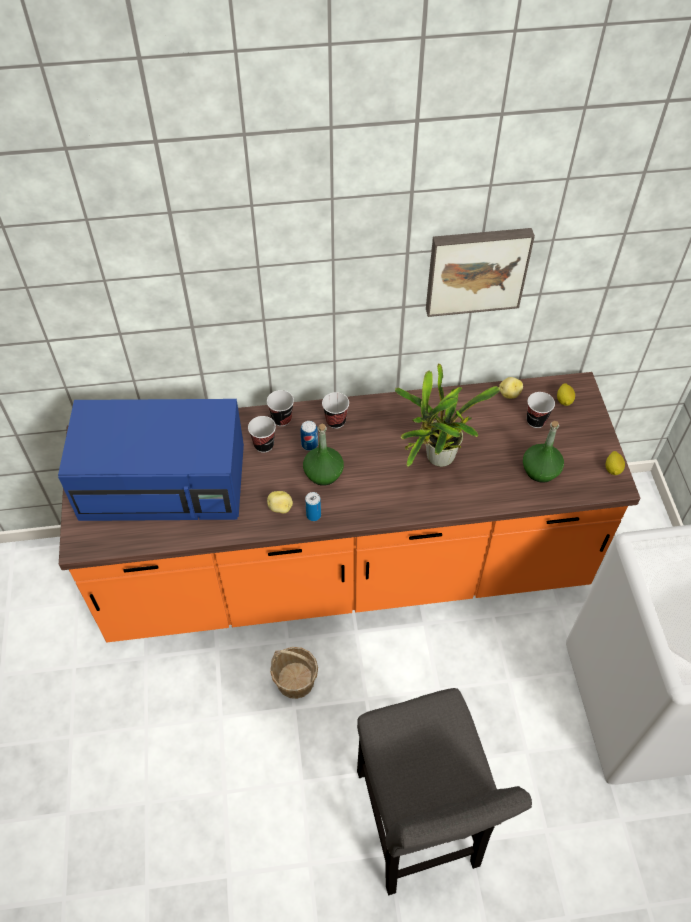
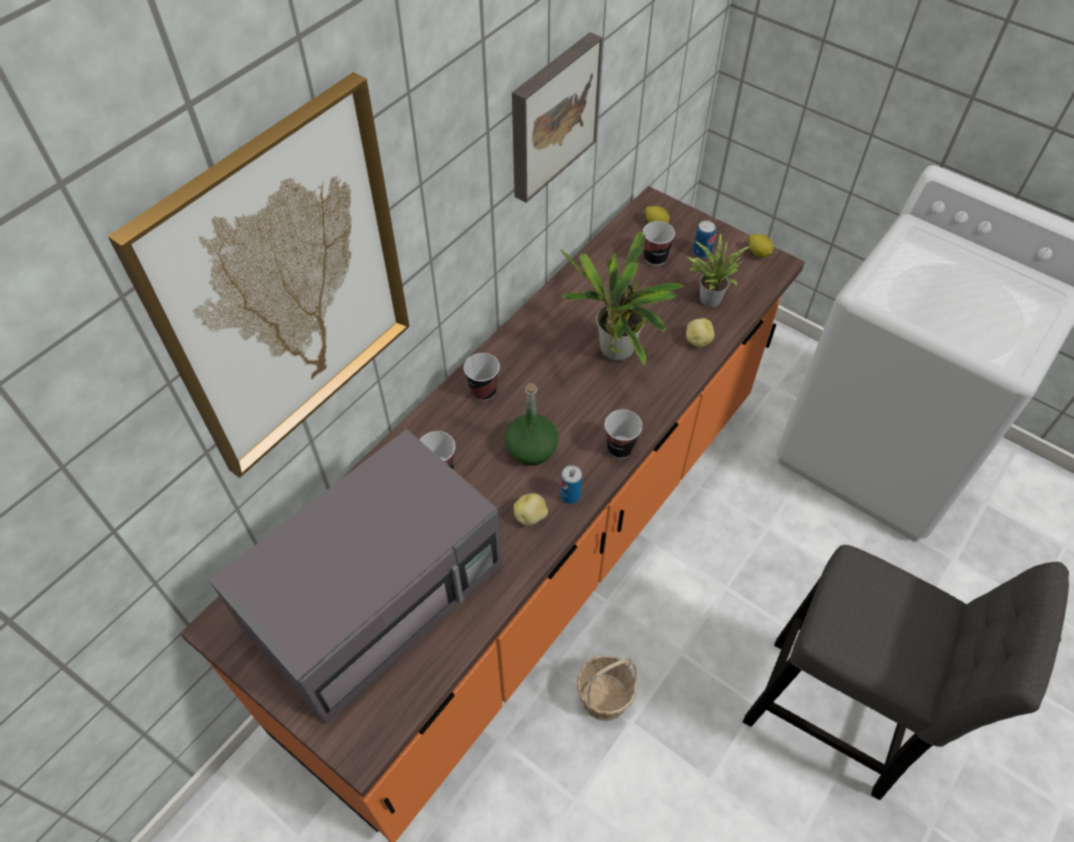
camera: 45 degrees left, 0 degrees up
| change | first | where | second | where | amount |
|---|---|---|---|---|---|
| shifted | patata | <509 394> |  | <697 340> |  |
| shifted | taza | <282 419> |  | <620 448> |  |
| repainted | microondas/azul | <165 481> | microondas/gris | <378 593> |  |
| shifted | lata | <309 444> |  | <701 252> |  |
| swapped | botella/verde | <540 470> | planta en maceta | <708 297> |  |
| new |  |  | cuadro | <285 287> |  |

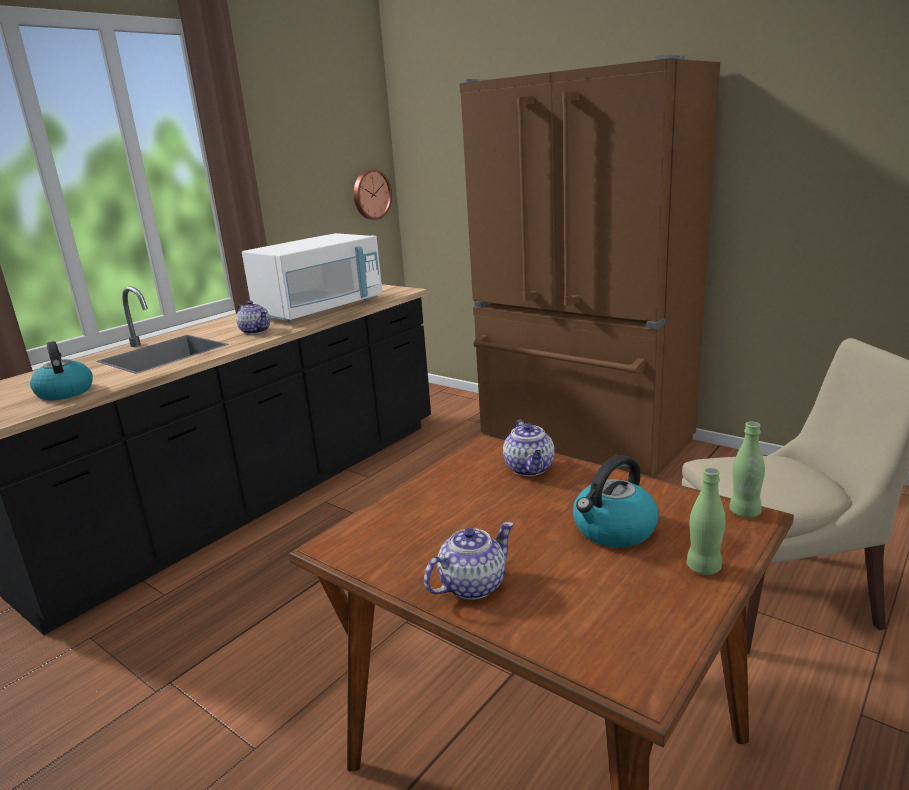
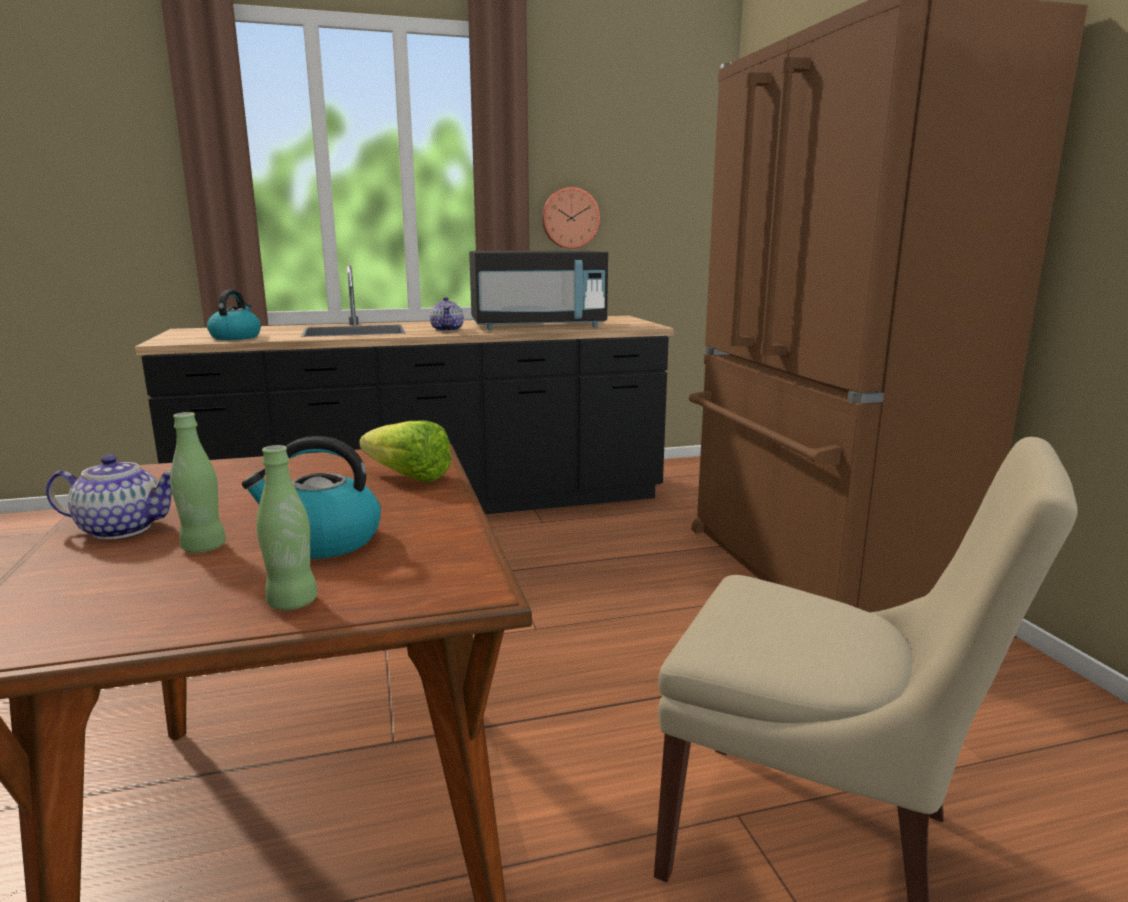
camera: 35 degrees right, 5 degrees down
| change | first | where | second | where | amount |
|---|---|---|---|---|---|
| shifted | reloj de pared | <371 194> |  | <570 218> |  |
| repainted | microondas/blanco | <320 309> | microondas/negro | <538 326> |  |
| swapped | tetera | <530 469> | lechuga | <403 476> |  |
| shifted | botella/verde | <744 512> |  | <203 547> |  |

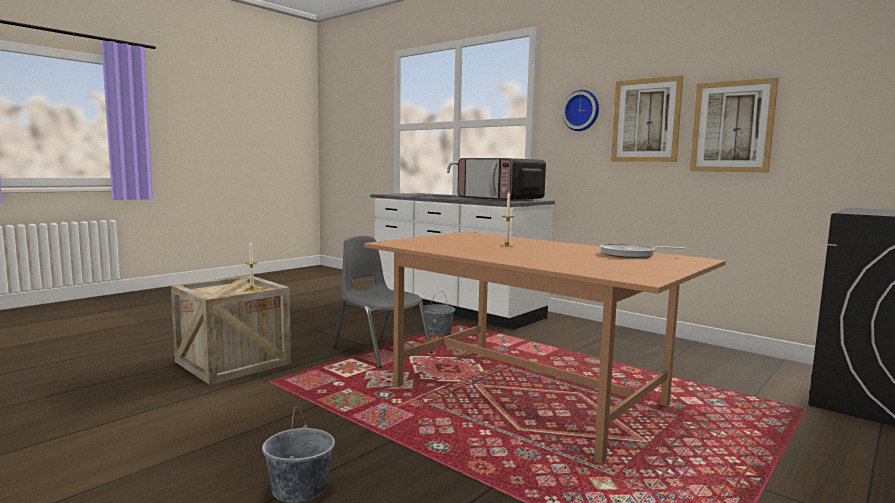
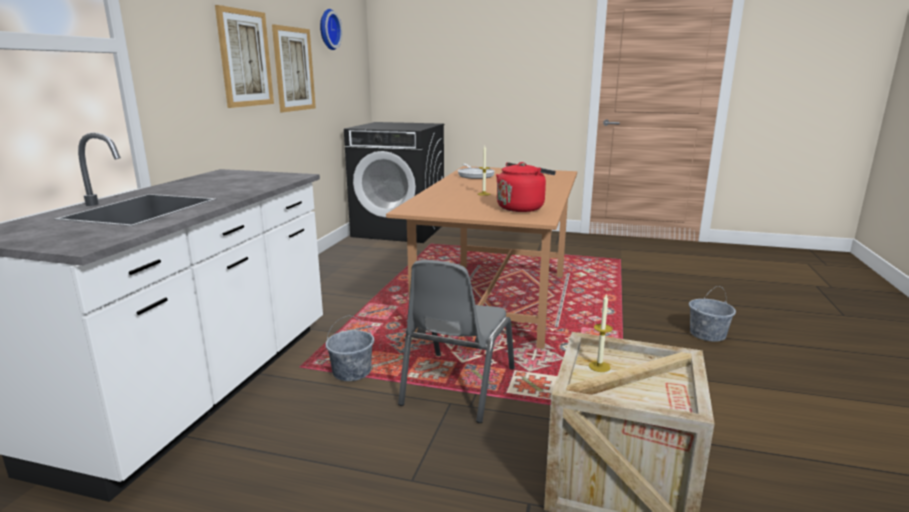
camera: 115 degrees left, 10 degrees up
| change | first | where | second | where | amount |
|---|---|---|---|---|---|
| shifted | reloj de pared | <582 111> |  | <328 29> |  |
| gone | microondas | <501 199> |  |  |  |
| new |  |  | hervidor/rojo | <522 208> |  |

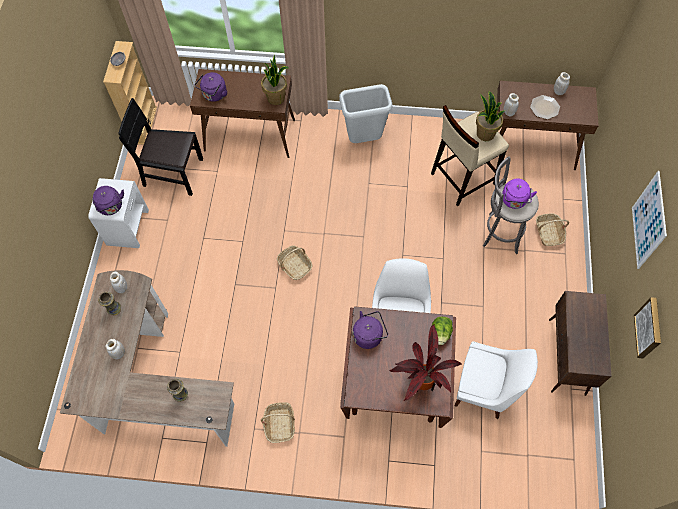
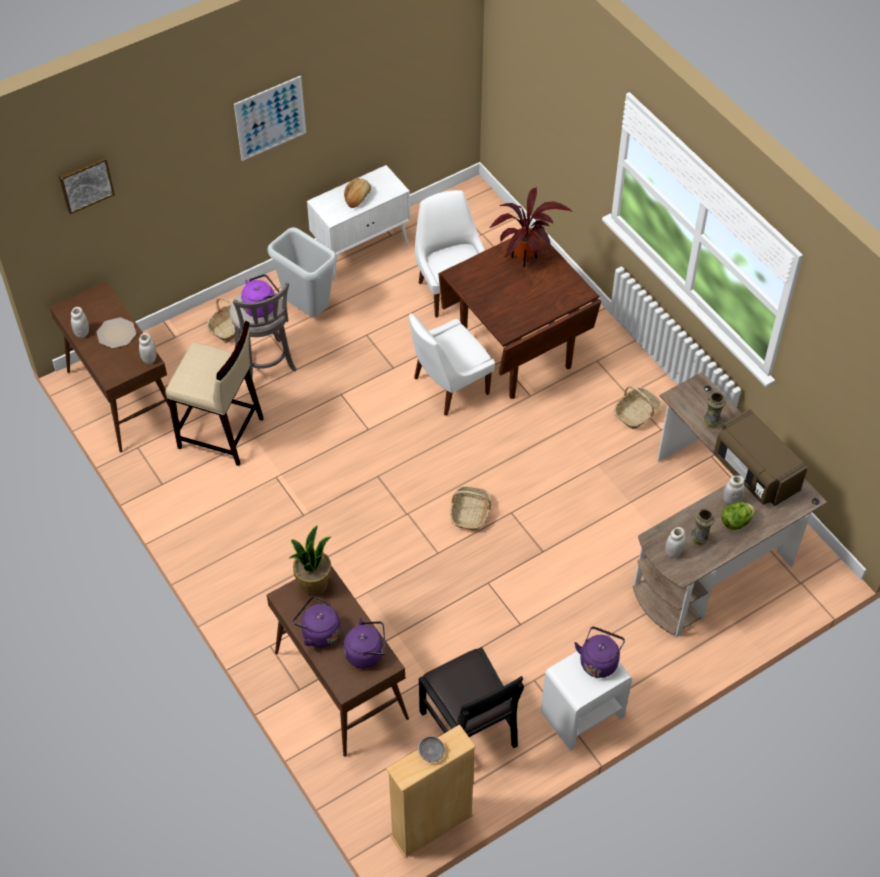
camera: 130 degrees left, 10 degrees down
| change | first | where | second | where | amount |
|---|---|---|---|---|---|
| shifted | papelera/gris | <364 139> |  | <306 310> |  |
| gone | planta en maceta | <485 134> |  |  |  |
| repainted | armario/marrón | <567 357> | armario/blanco | <362 251> |  |
| shifted | cuadro | <649 328> |  | <85 183> |  |
| shifted | hervidor/morado | <369 335> |  | <318 633> |  |
| shifted | lechuga | <440 333> |  | <736 522> |  |
| new |  |  | pan | <358 197> |  |
| new |  |  | microondas/marrón | <754 472> |  |

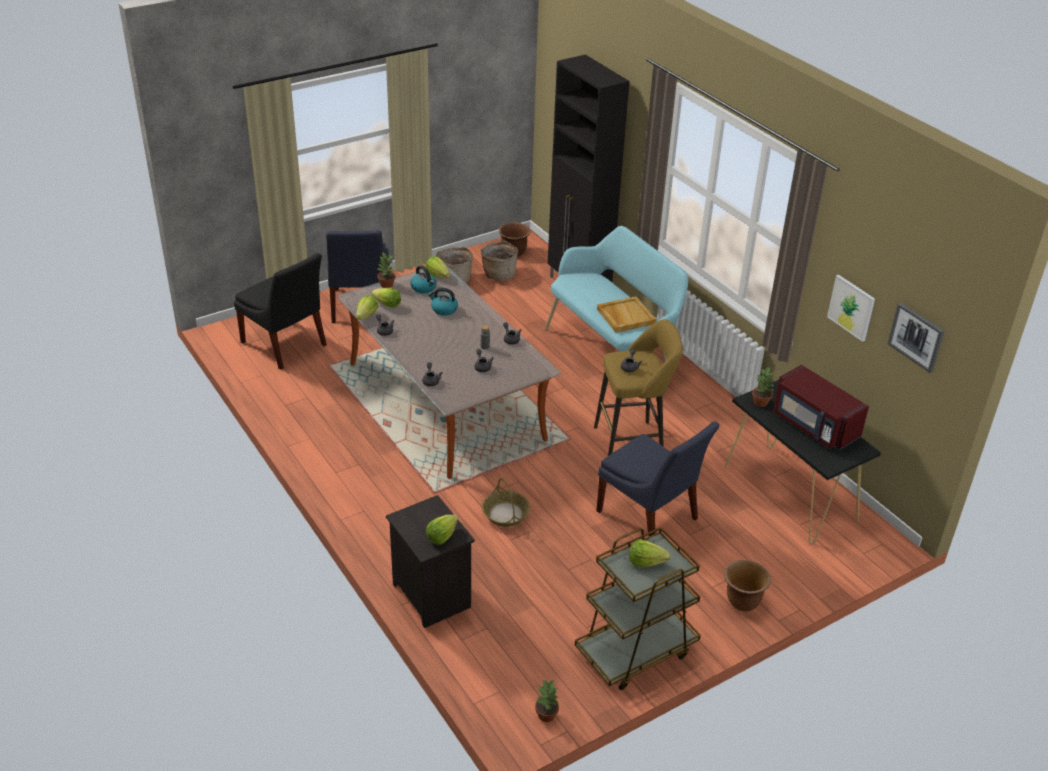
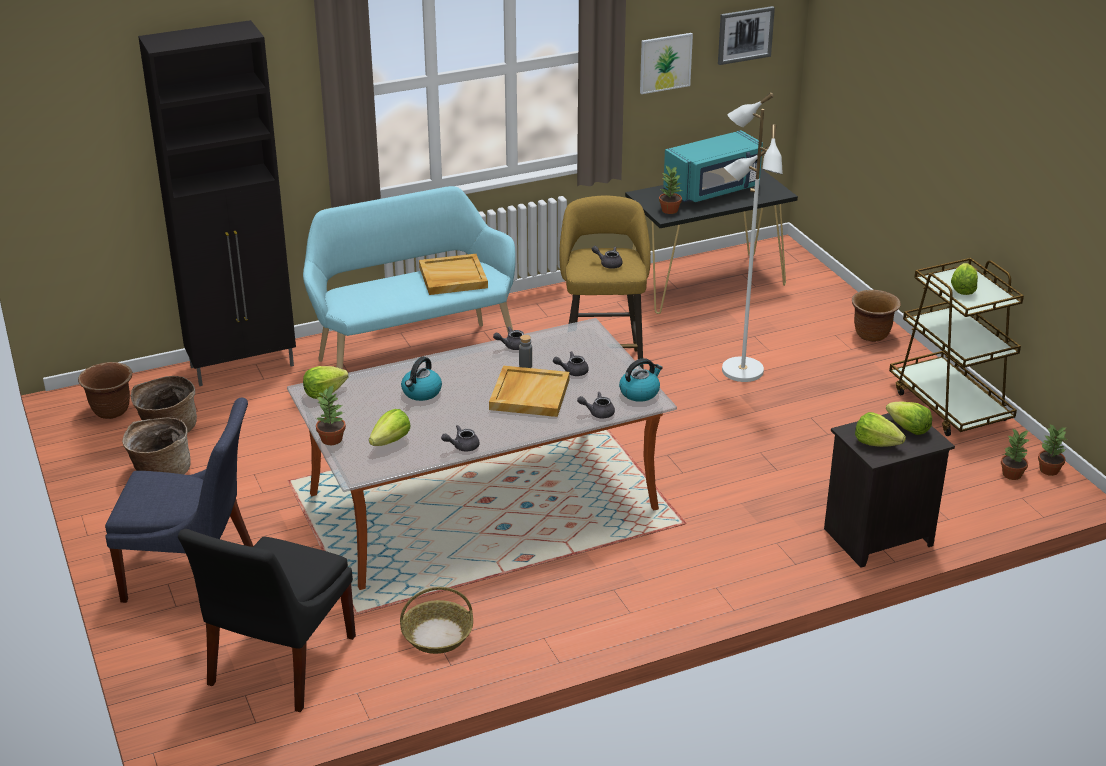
camera: 80 degrees left, 5 degrees down
| change | first | where | second | where | amount |
|---|---|---|---|---|---|
| rotated | silla/negro | <285 345> |  | <278 664> | 150 degrees clockwise |
| shifted | hervidor | <424 288> |  | <640 392> |  |
| shifted | lechuga | <366 316> |  | <876 443> |  |
| repainted | microondas/rojo | <814 426> | microondas/turquesa | <714 190> |  |
| swapped | silla/azul | <650 518> | lámpara de pie/blanco | <741 371> |  |
| shifted | cesta | <505 514> |  | <437 635> |  |
| new |  |  | bandeja/beis | <529 394> |  |
| new |  |  | planta en maceta | <1012 474> |  |

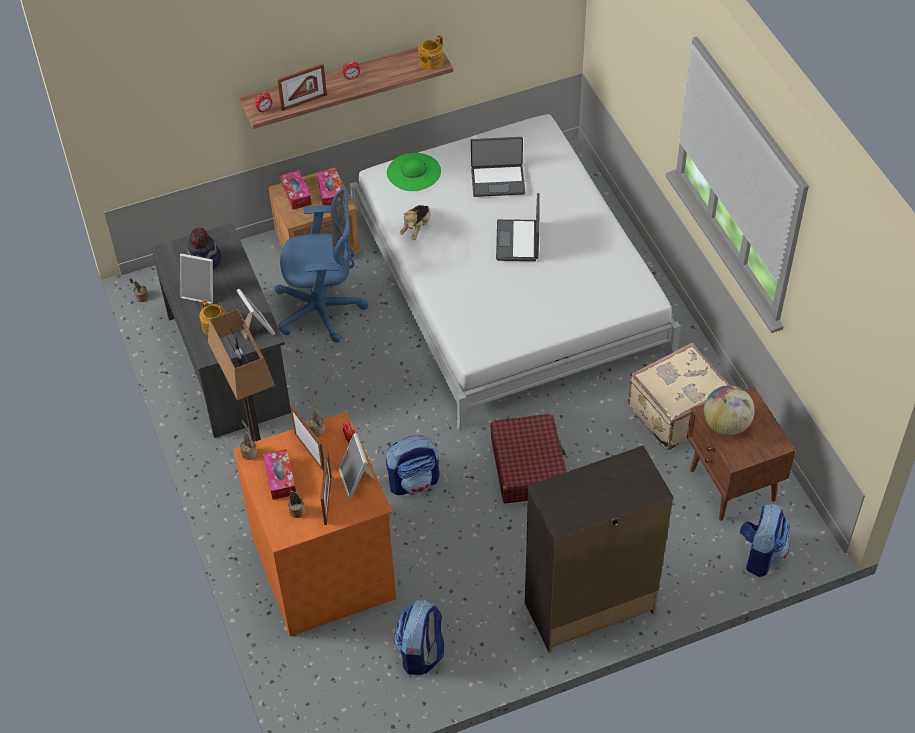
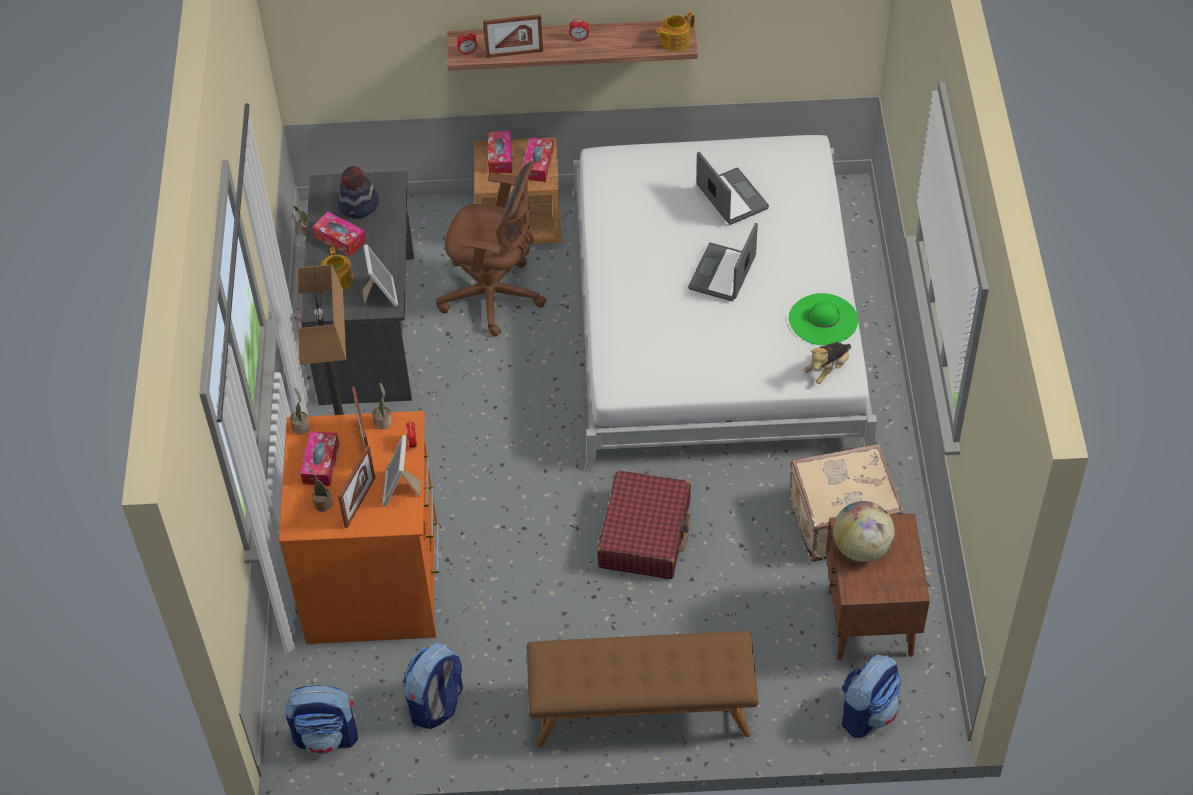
camera: 20 degrees right, 0 degrees up
| change | first | where | second | where | amount |
|---|---|---|---|---|---|
| rotated | portátil | <498 180> |  | <731 198> | 135 degrees counterclockwise |
| shifted | sombrero/verde | <413 172> |  | <823 319> |  |
| repainted | silla de oficina/azul | <323 310> | silla de oficina/marrón | <495 296> |  |
| shifted | peluche | <416 228> |  | <827 369> |  |
| swapped | portarretratos | <201 292> | caja de pañuelos | <340 239> |  |
| shifted | mochila | <414 481> |  | <327 736> |  |
| swapped | cómoda/negro | <587 607> | banco/marrón | <641 711> |  |

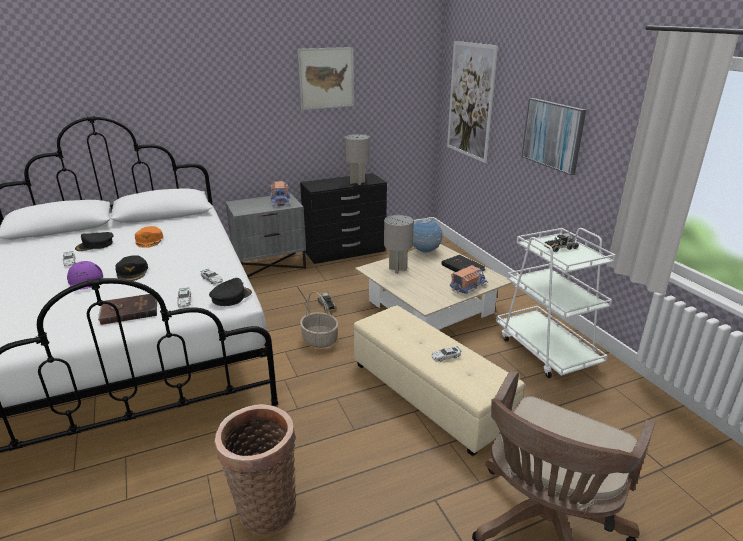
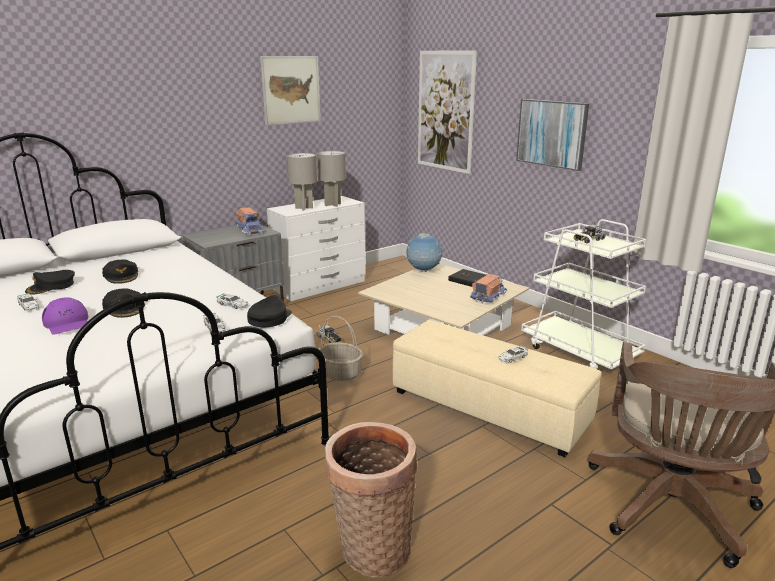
camera: 15 degrees left, 5 degrees down
| change | first | where | second | where | amount |
|---|---|---|---|---|---|
| repainted | cómoda/negro | <345 251> | cómoda/blanco | <320 286> |  |
| shifted | lámpara de mesa/gris | <397 269> |  | <303 208> |  |
| repainted | gorra/naranja | <149 240> | gorra/negro | <121 276> |  |
| gone | libro/marrón | <129 310> |  |  |  |

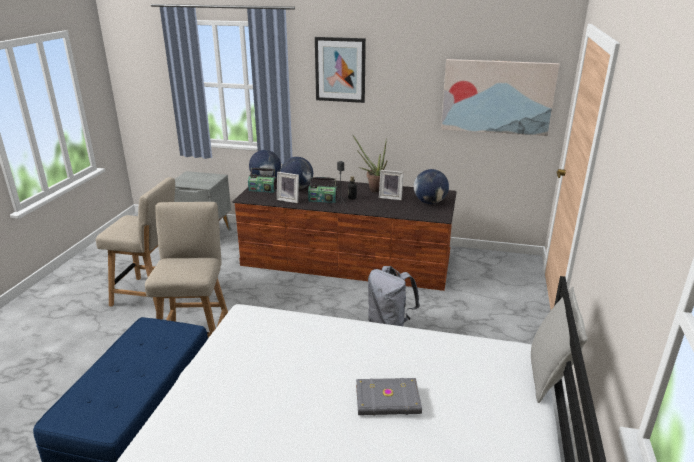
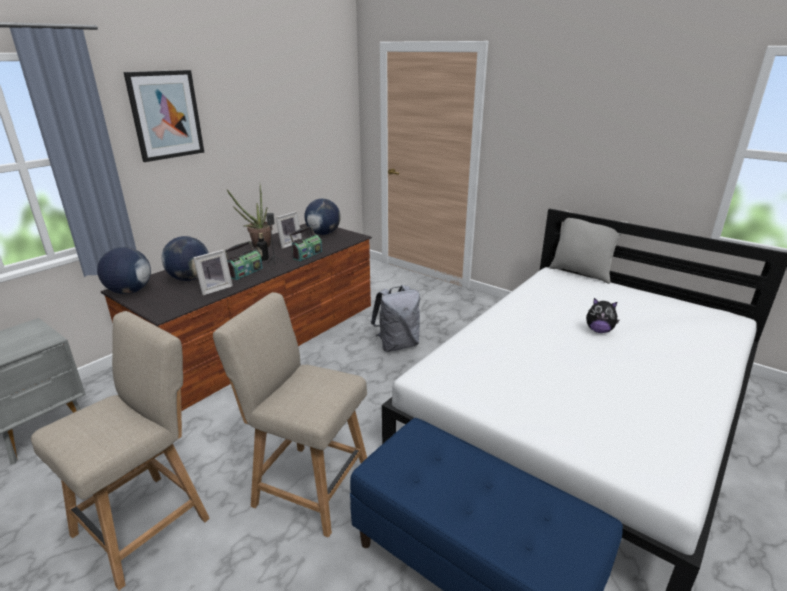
camera: 65 degrees left, 0 degrees up
| change | first | where | second | where | amount |
|---|---|---|---|---|---|
| gone | cuadro | <497 97> |  |  |  |
| shifted | radio | <262 190> |  | <307 255> |  |
| swapped | libro/gris | <388 400> | peluche | <599 330> |  |

